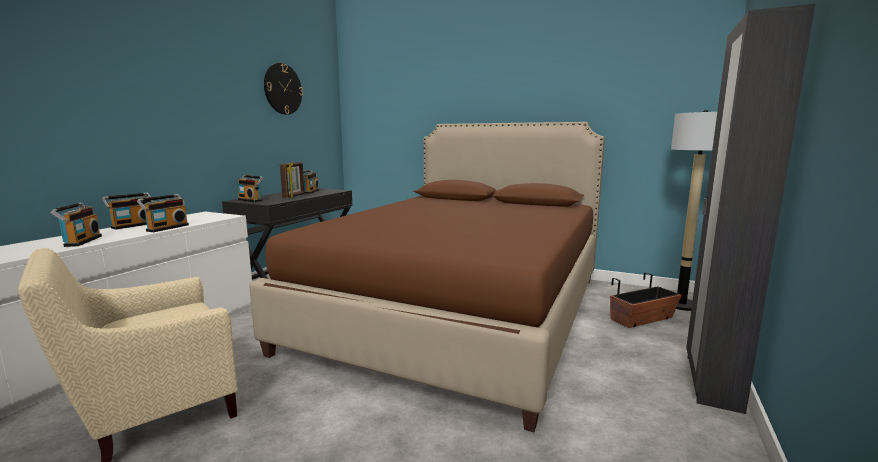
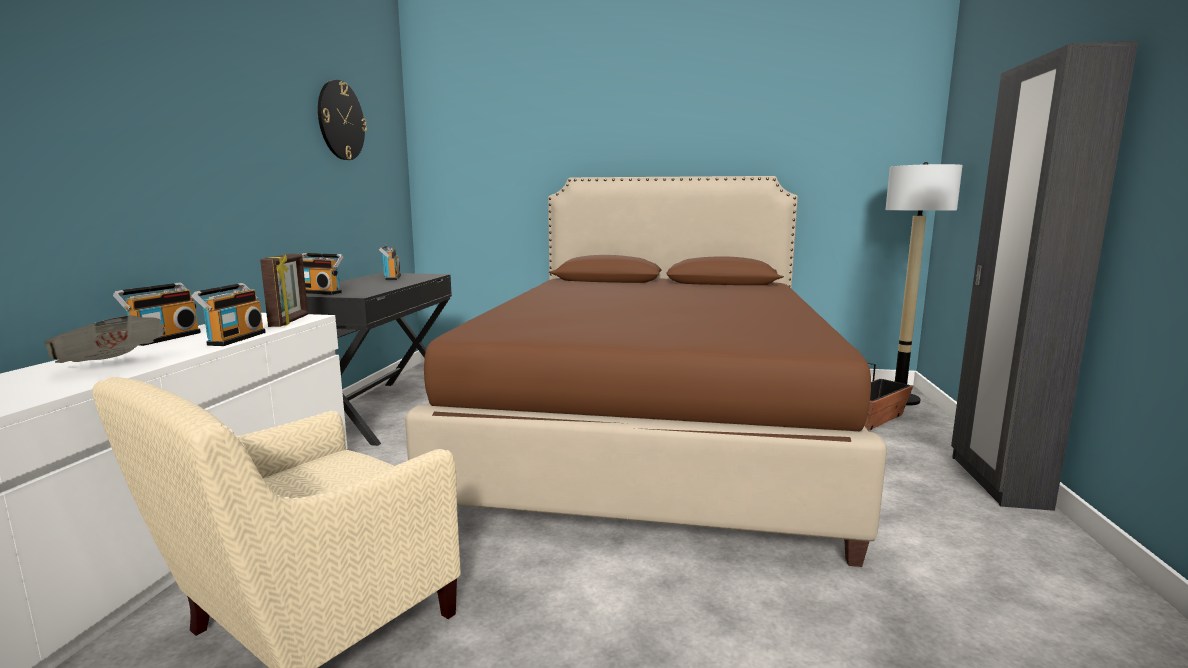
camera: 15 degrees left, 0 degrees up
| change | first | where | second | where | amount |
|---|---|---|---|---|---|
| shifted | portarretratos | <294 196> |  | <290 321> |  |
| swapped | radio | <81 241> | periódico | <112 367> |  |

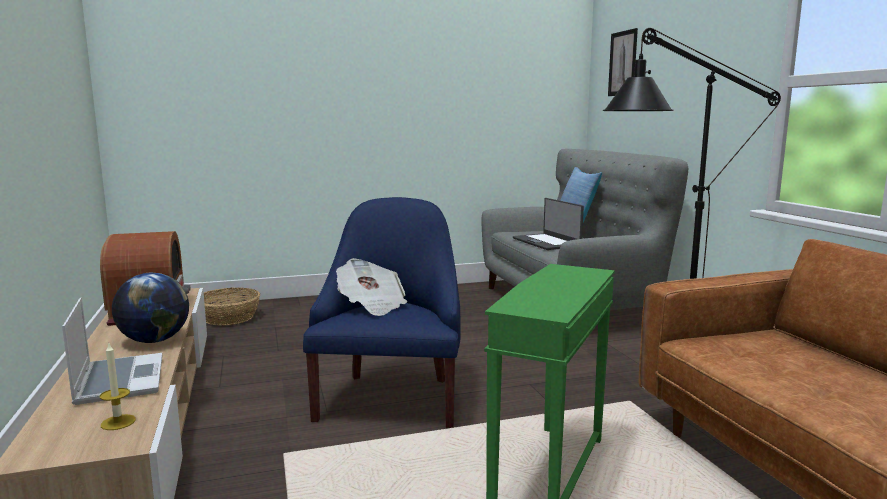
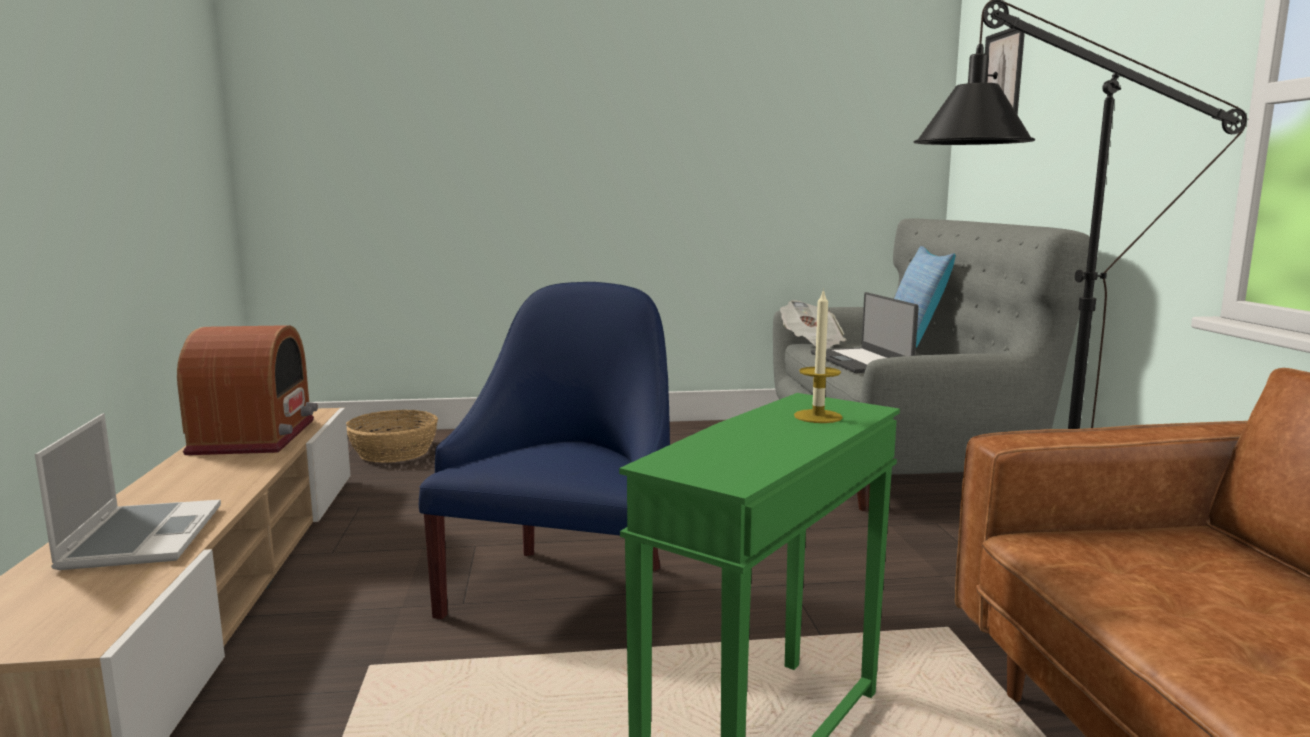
camera: 10 degrees right, 0 degrees up
| change | first | where | second | where | amount |
|---|---|---|---|---|---|
| shifted | periódico | <372 305> |  | <812 342> |  |
| gone | globo terráqueo | <154 340> |  |  |  |
| shifted | vela | <118 422> |  | <818 416> |  |

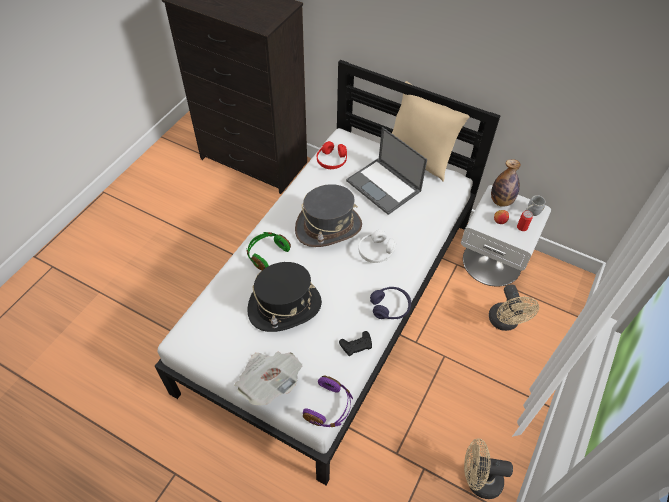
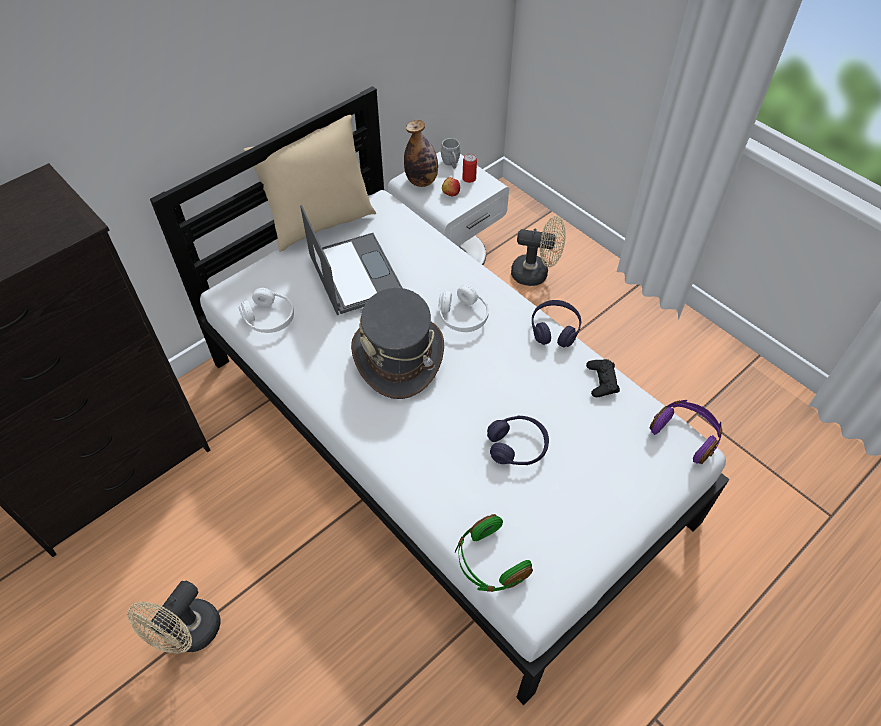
camera: 70 degrees left, 0 degrees up
| change | first | where | second | where | amount |
|---|---|---|---|---|---|
| rotated | portátil | <384 186> |  | <354 273> | 90 degrees counterclockwise |
| repainted | auriculares/rojo | <332 160> | auriculares/blanco | <269 318> |  |
| shifted | auriculares/verde | <266 253> |  | <489 562> |  |
| swapped | sombrero/negro | <284 307> | auriculares/morado | <517 446> |  |
| gone | periódico | <268 382> |  |  |  |
| shifted | ventilador/beis | <478 480> |  | <189 635> |  |

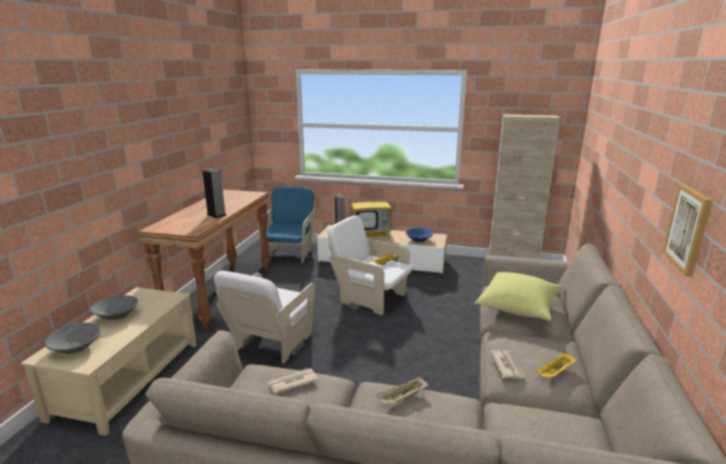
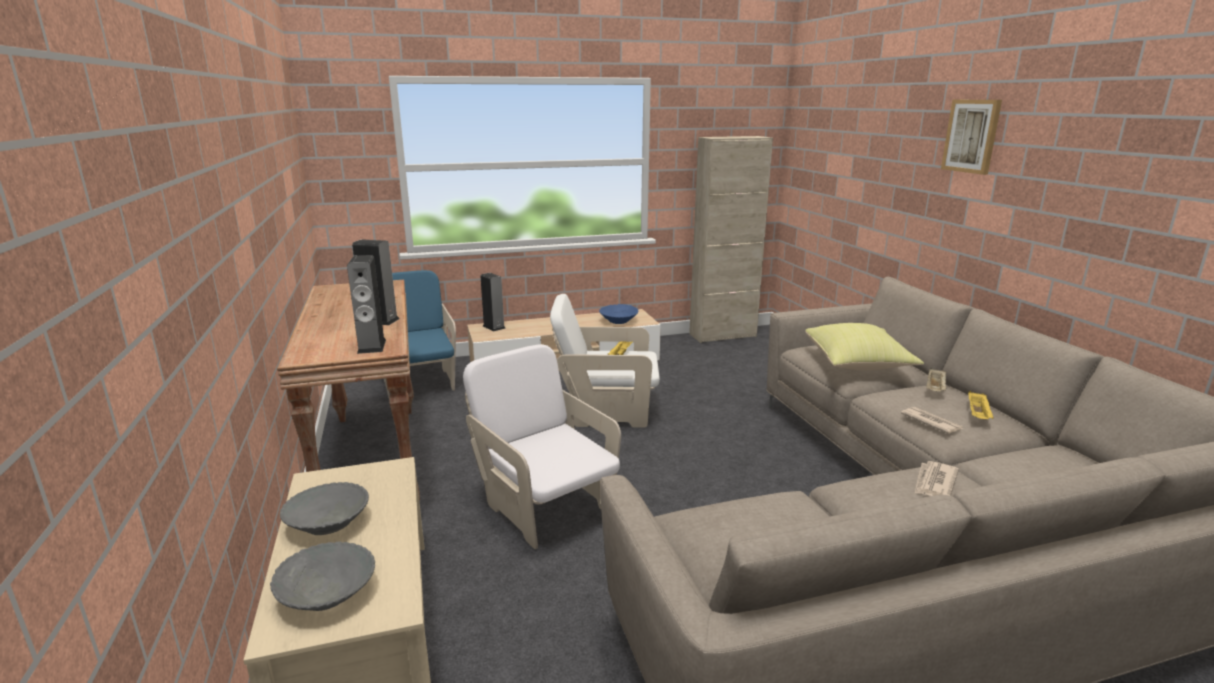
camera: 30 degrees left, 0 degrees up
| change | first | where | second | where | amount |
|---|---|---|---|---|---|
| gone | televisor | <371 233> |  |  |  |
| shifted | cuadro | <688 228> |  | <971 136> |  |
| rotated | sillón/blanco | <272 345> |  | <545 507> | 150 degrees clockwise |
| shifted | periódico | <292 382> |  | <934 482> |  |
| shifted | bandeja/beis | <402 399> |  | <935 389> |  |
| new |  |  | altavoz | <371 346> |  |

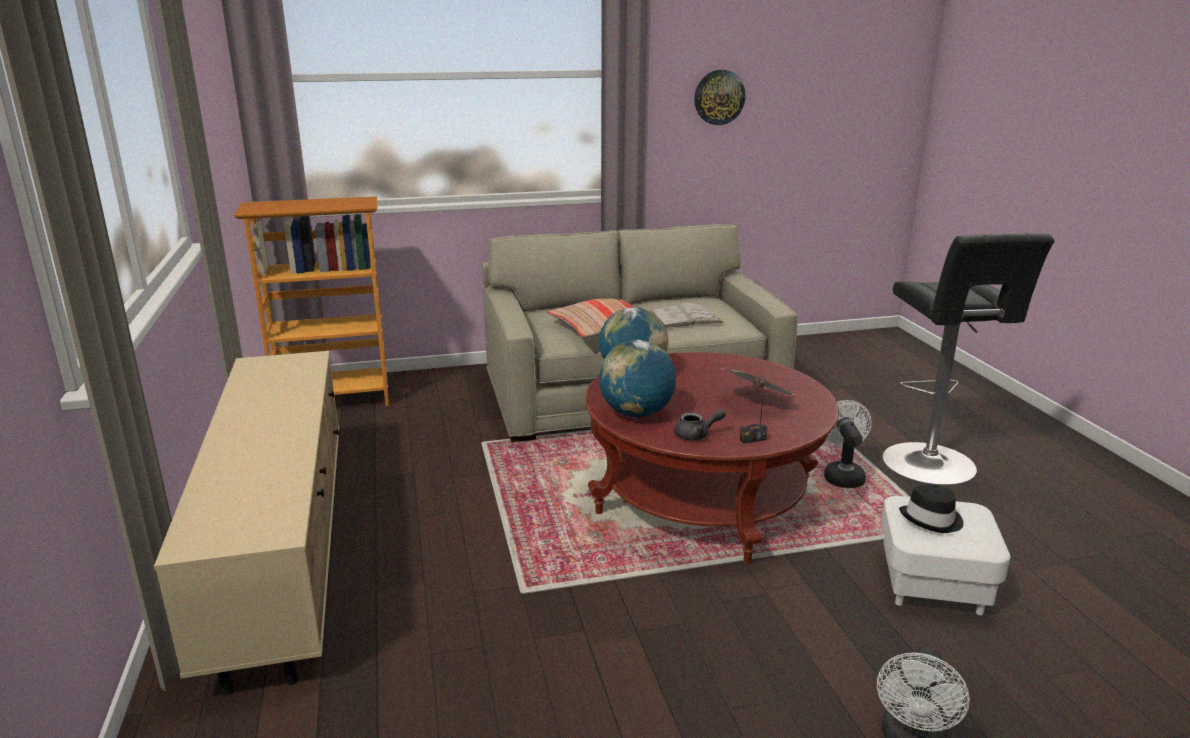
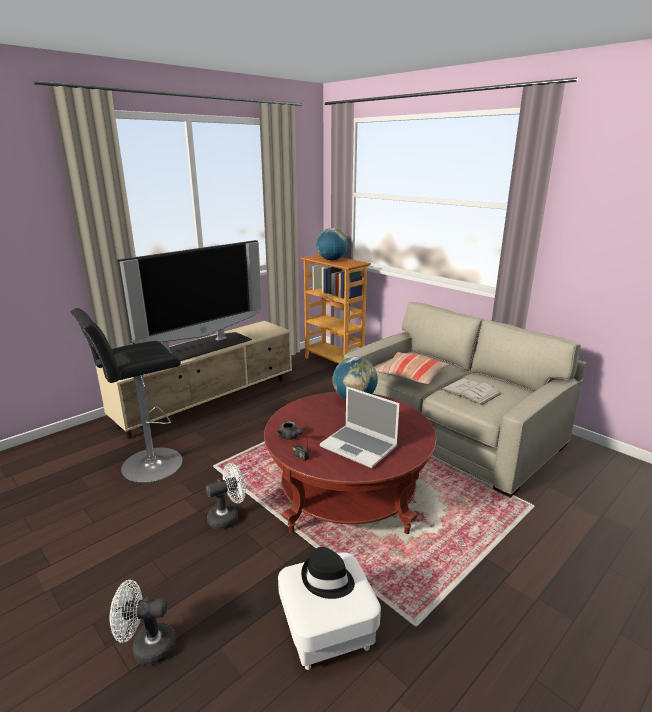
camera: 60 degrees right, 0 degrees up
| change | first | where | second | where | amount |
|---|---|---|---|---|---|
| gone | reloj de pared | <719 97> |  |  |  |
| shifted | taburete/negro | <932 466> |  | <147 466> |  |
| shifted | globo terráqueo | <636 414> |  | <331 260> |  |
| swapped | periódico | <760 402> | portátil | <360 447> |  |
| shifted | ventilador/blanco | <842 475> |  | <228 517> |  |
| new |  |  | televisor | <197 348> |  |

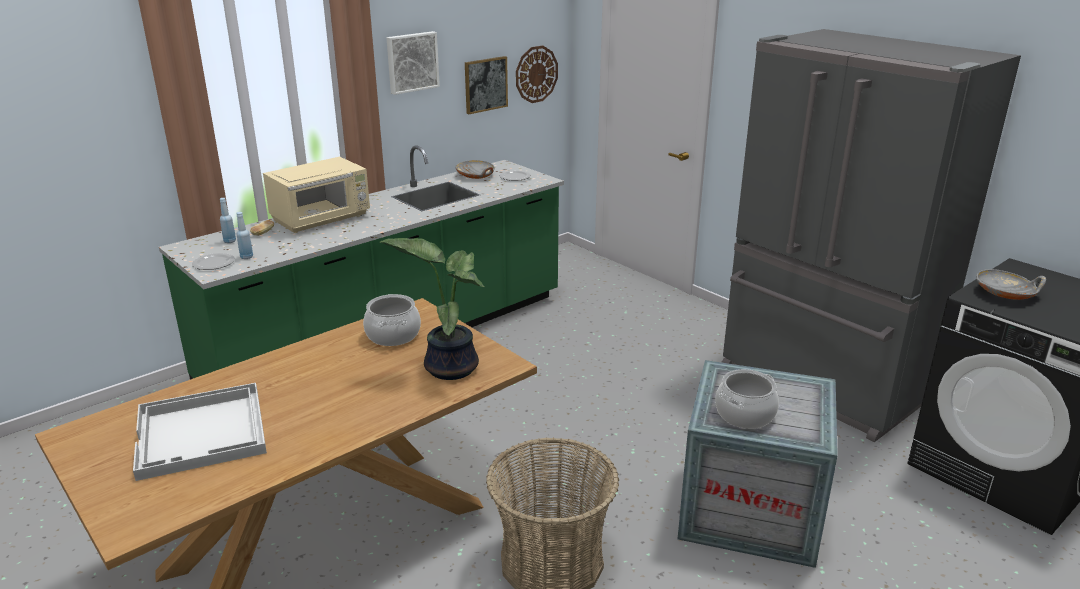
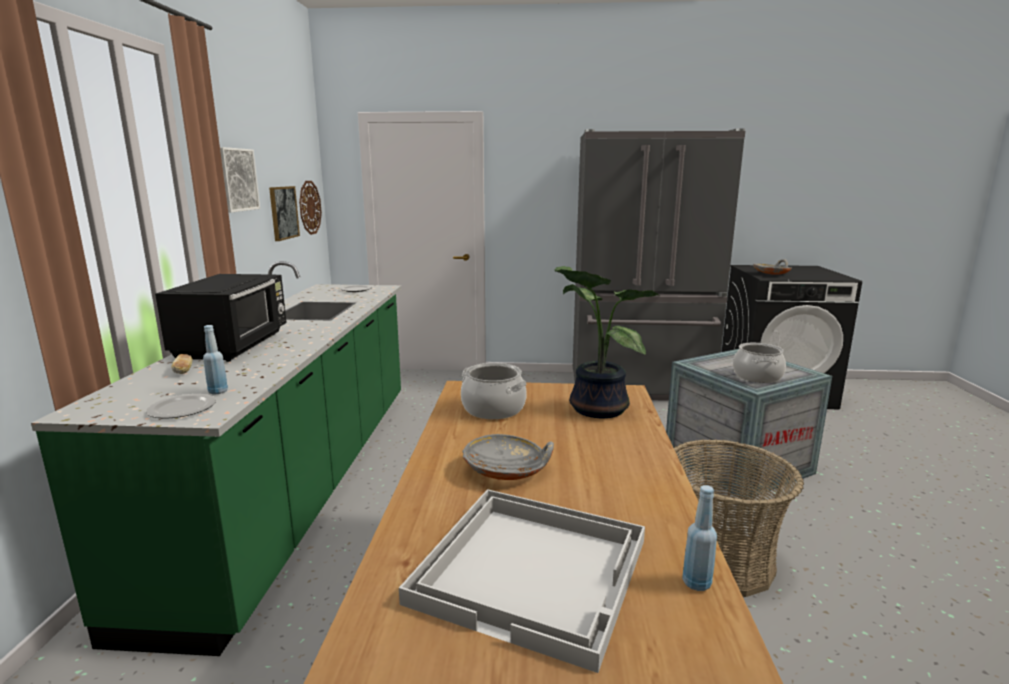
camera: 45 degrees left, 10 degrees down
| change | first | where | second | where | amount |
|---|---|---|---|---|---|
| repainted | microondas/beis | <322 219> | microondas/negro | <234 346> |  |
| shifted | cuenco/gris | <476 176> |  | <507 470> |  |
| shifted | botella/azul | <230 241> |  | <696 583> |  |

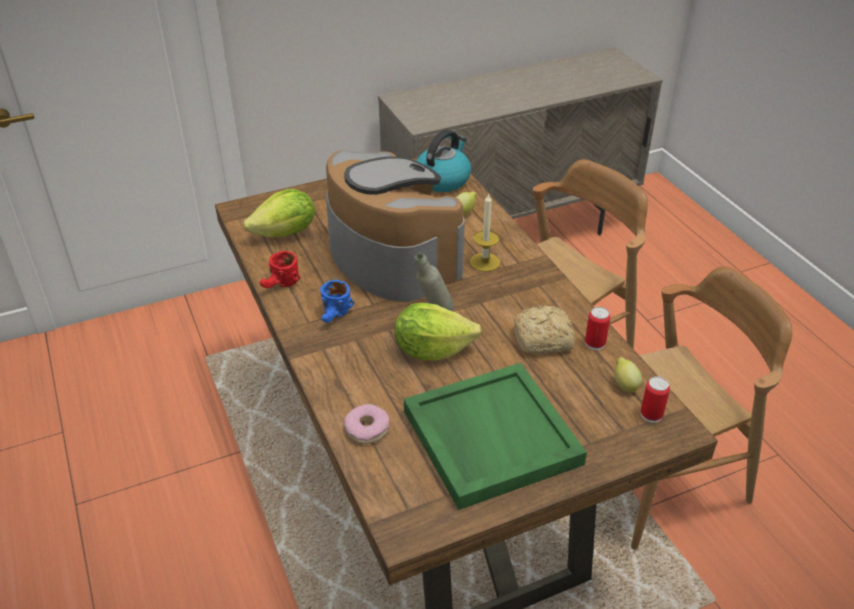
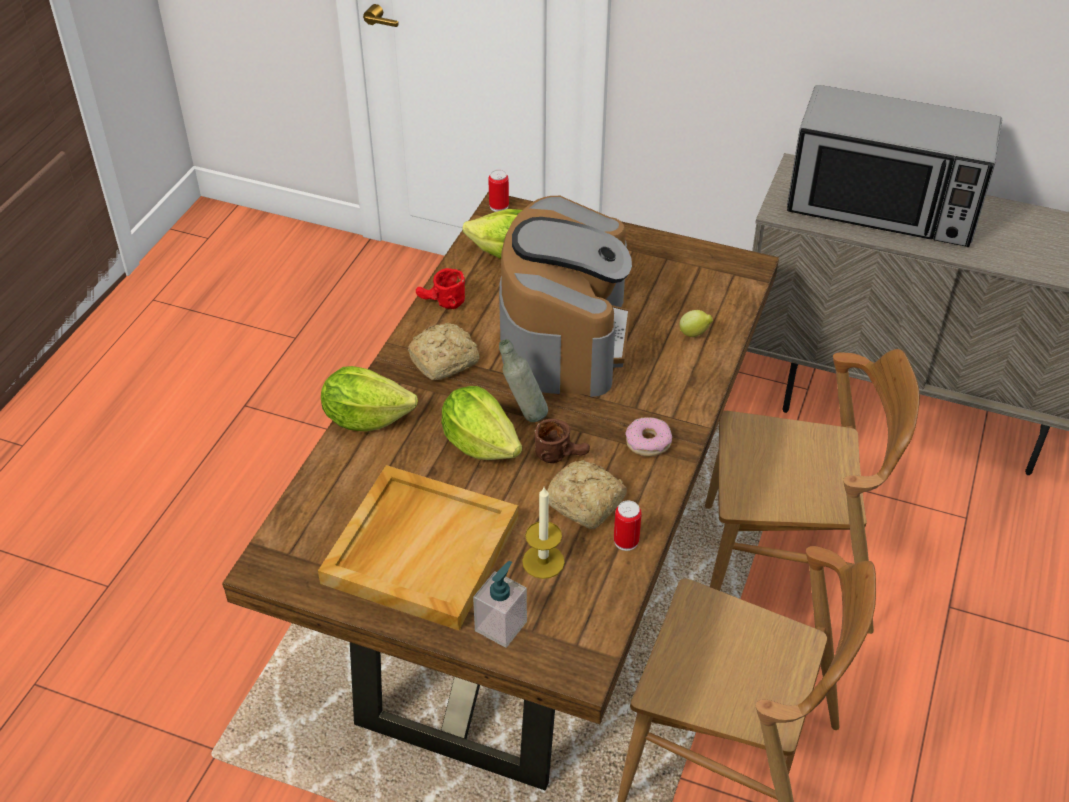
camera: 45 degrees right, 5 degrees up
| change | first | where | second | where | amount |
|---|---|---|---|---|---|
| gone | hervidor | <443 179> |  |  |  |
| shifted | vela | <484 262> |  | <543 561> |  |
| swapped | taza grande/azul | <335 316> | pan | <445 360> |  |
| gone | limón | <624 385> |  |  |  |
| repainted | bandeja/verde | <489 437> | bandeja/beis | <420 549> |  |
| shifted | lata | <651 414> |  | <499 206> |  |
| shifted | rosquilla | <367 429> |  | <648 442> |  |
| new |  |  | microondas | <883 207> |  |
| new |  |  | lechuga | <366 418> |  |
| new |  |  | taza grande/marrón | <562 454> |  |
| new |  |  | dispensador de jabón | <501 626> |  |

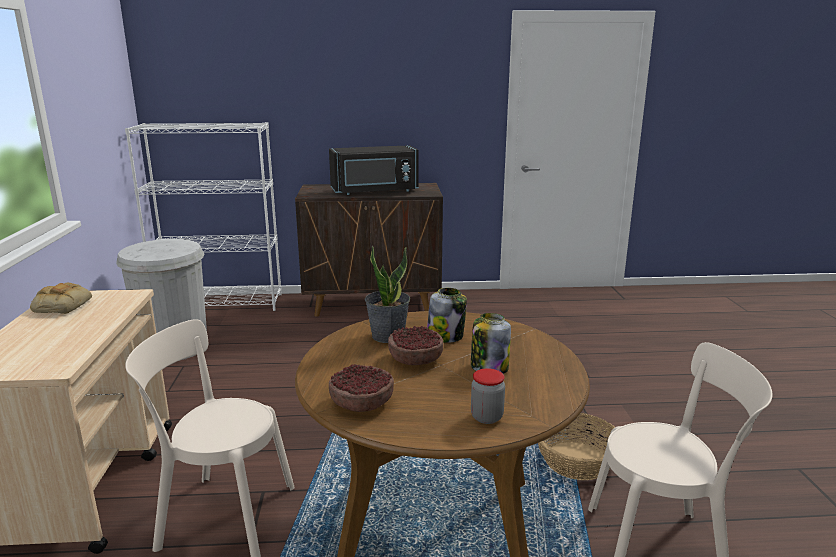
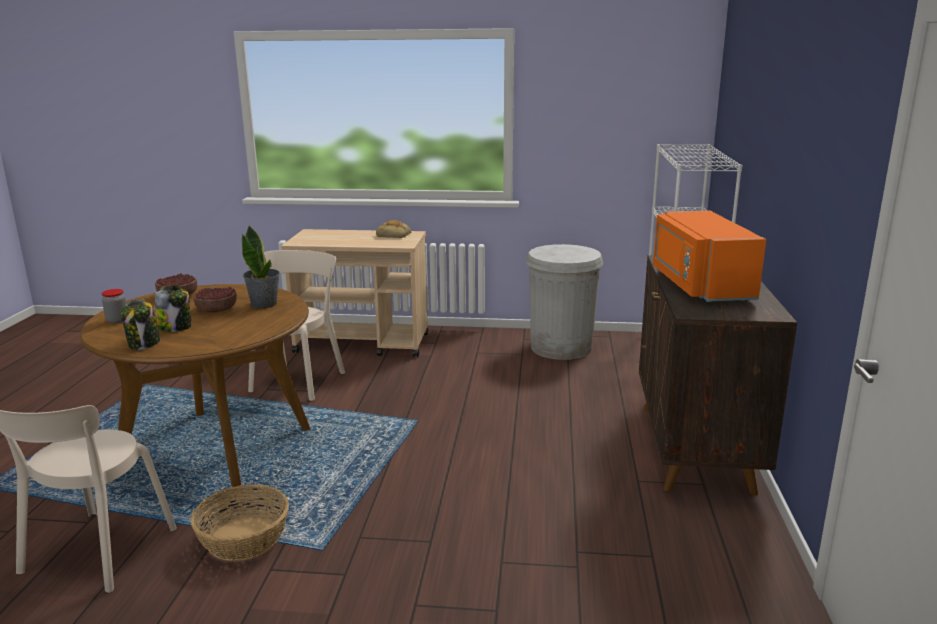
camera: 100 degrees right, 0 degrees up
| change | first | where | second | where | amount |
|---|---|---|---|---|---|
| repainted | microondas/negro | <375 191> | microondas/naranja | <699 285> |  |
| shifted | tarro | <446 336> |  | <144 344> |  |

